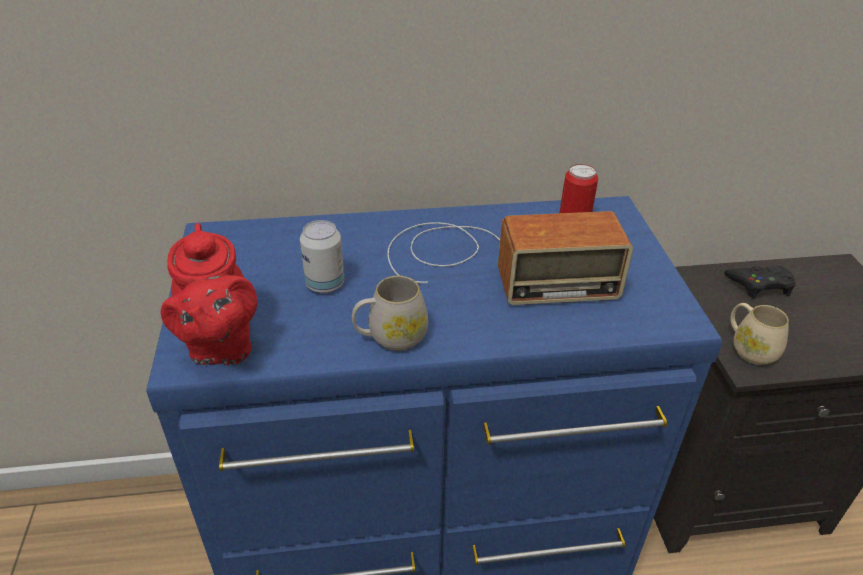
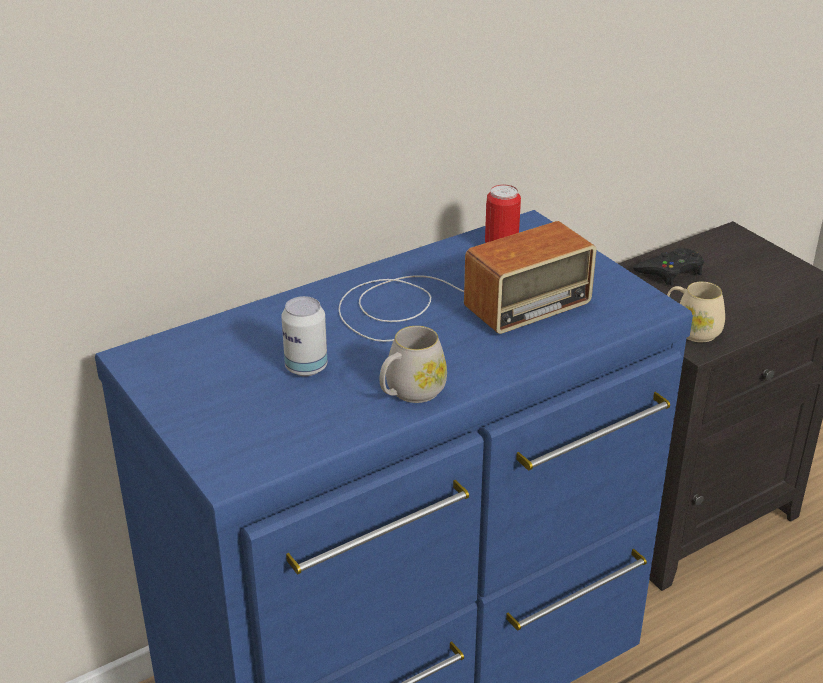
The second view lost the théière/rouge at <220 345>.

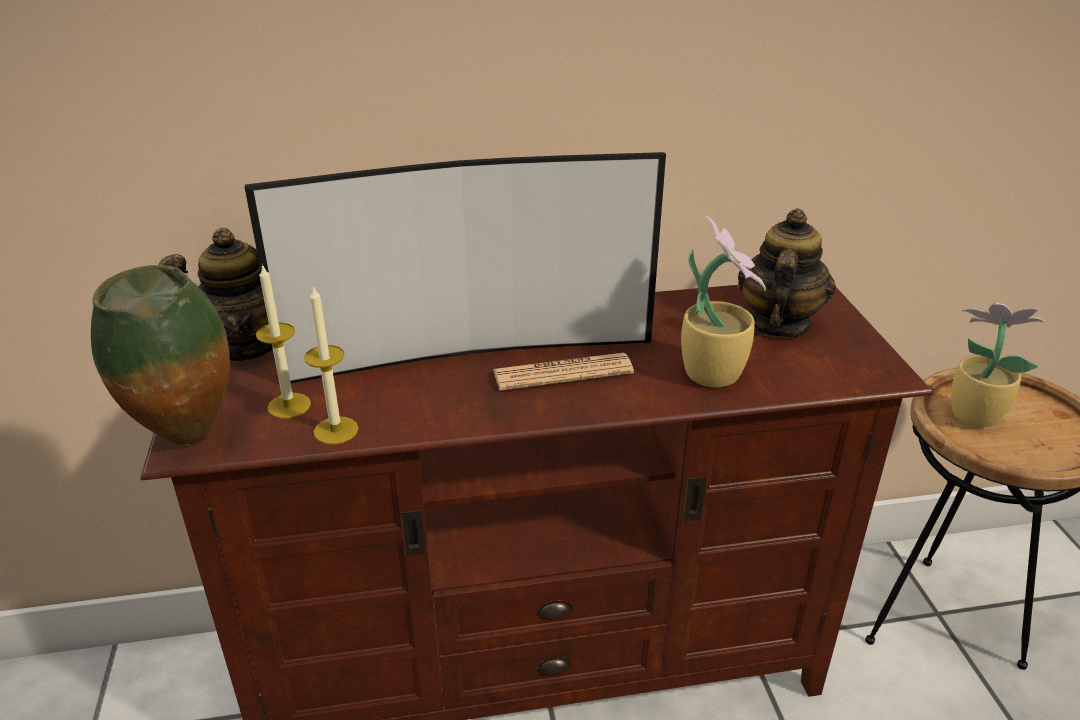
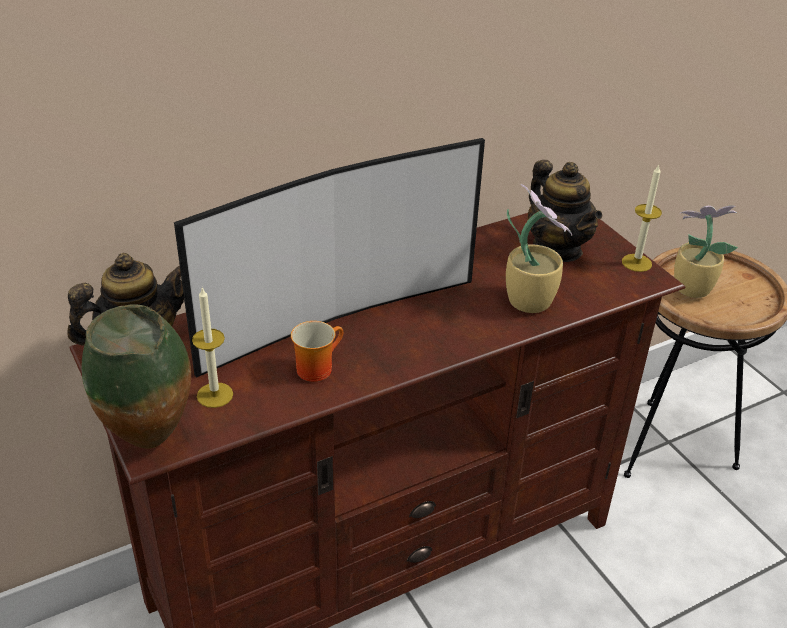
The théière at <777 324> ended up facing another way, 150 degrees clockwise from before. The bougie ended up elsewhere, having gone from <336 430> to <636 263>. The second view lost the journal at <563 373>. The second view gained the mug at <315 367>.

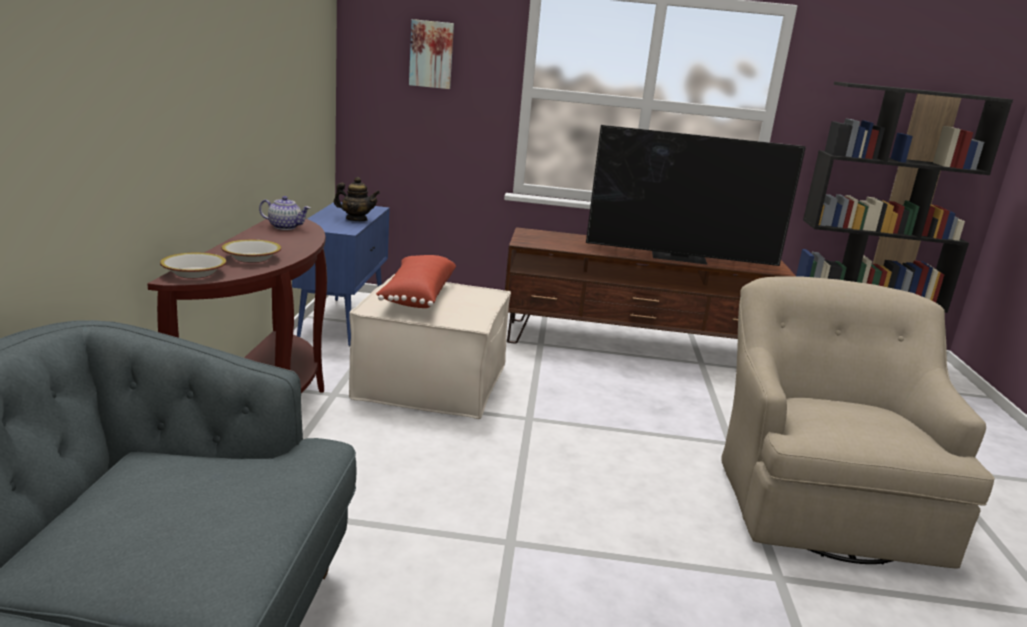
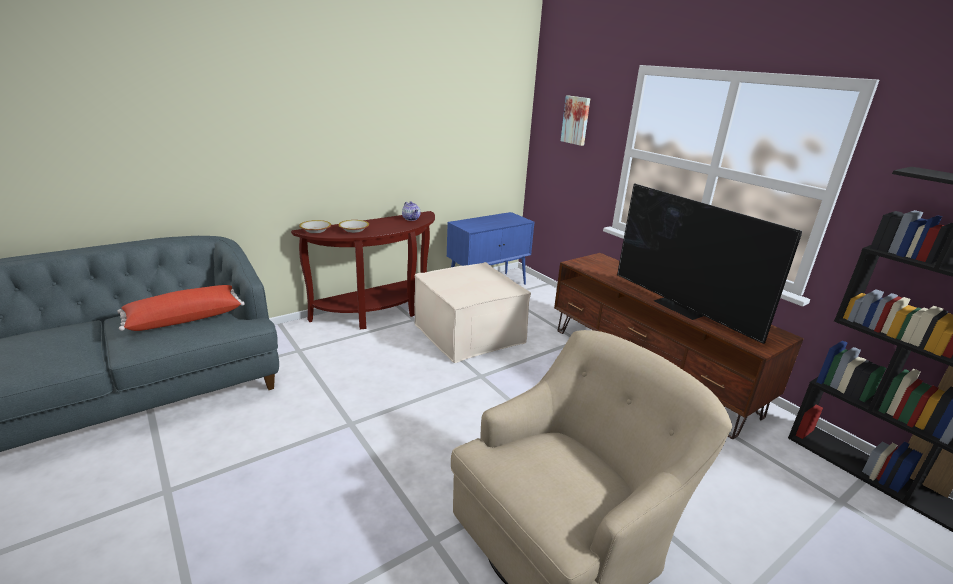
The second view lost the théière at <356 219>. The coussin/rouge ended up elsewhere, having gone from <416 295> to <185 318>.

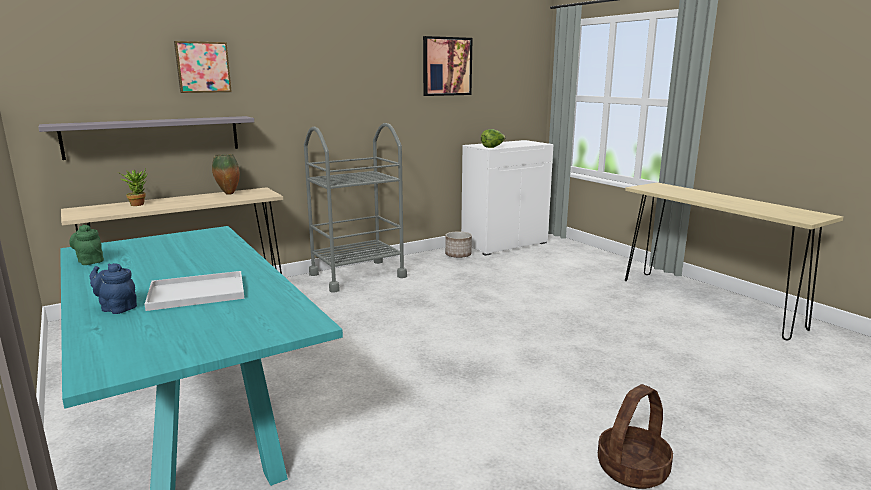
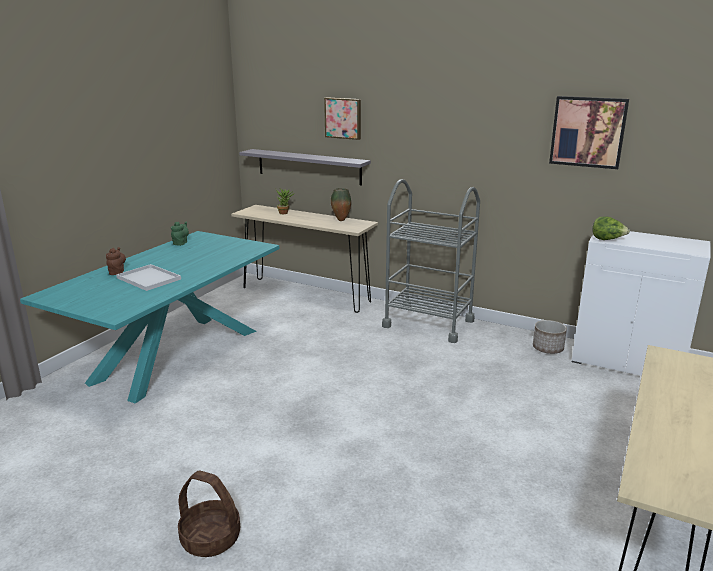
What was the théière/bleu at <117 308> turned into the théière/marron at <117 272>.

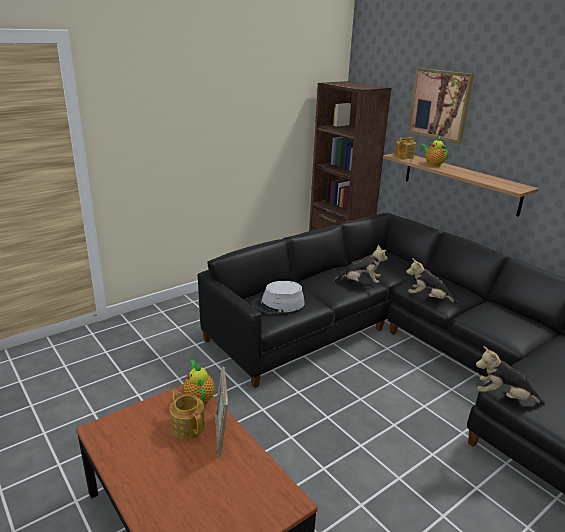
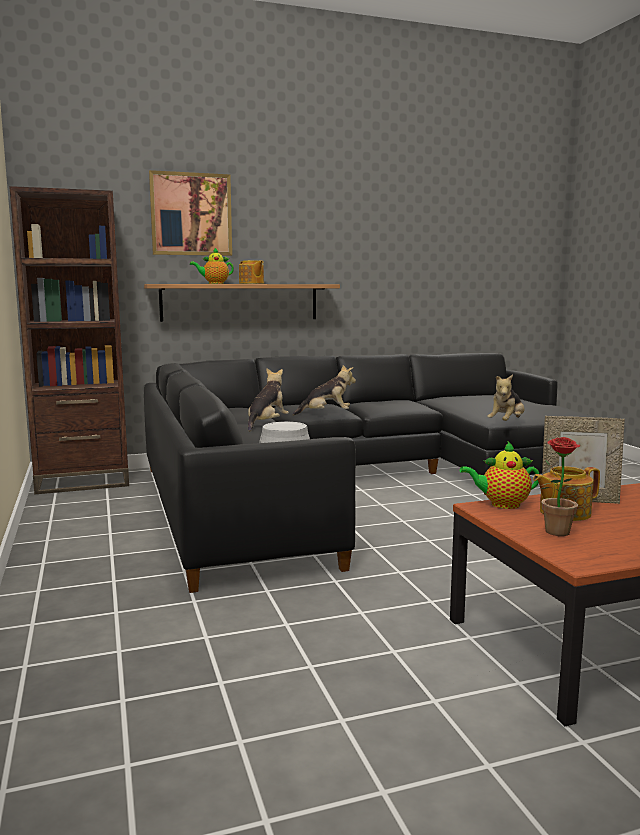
The théière ended up elsewhere, having gone from <403 156> to <251 283>. The peluche at <428 298> ended up facing another way, 135 degrees counterclockwise from before. The second view gained the plante en pot at <558 534>.

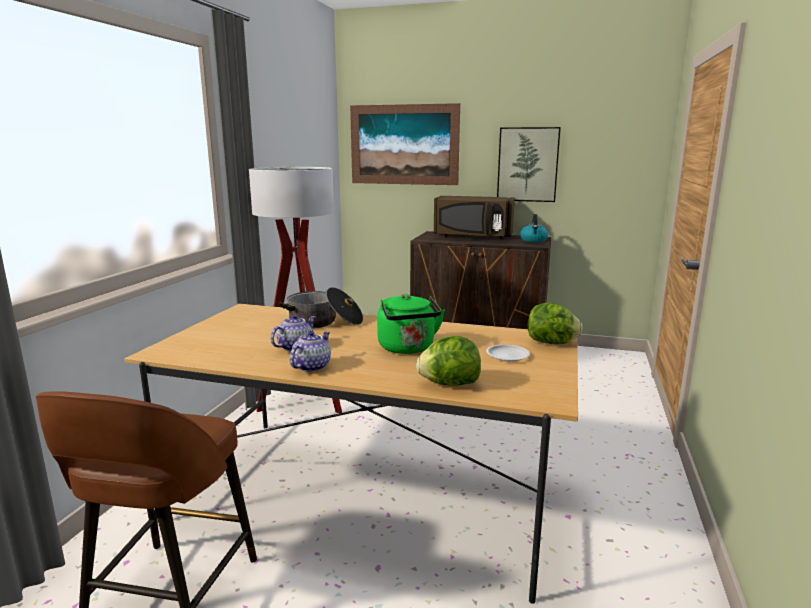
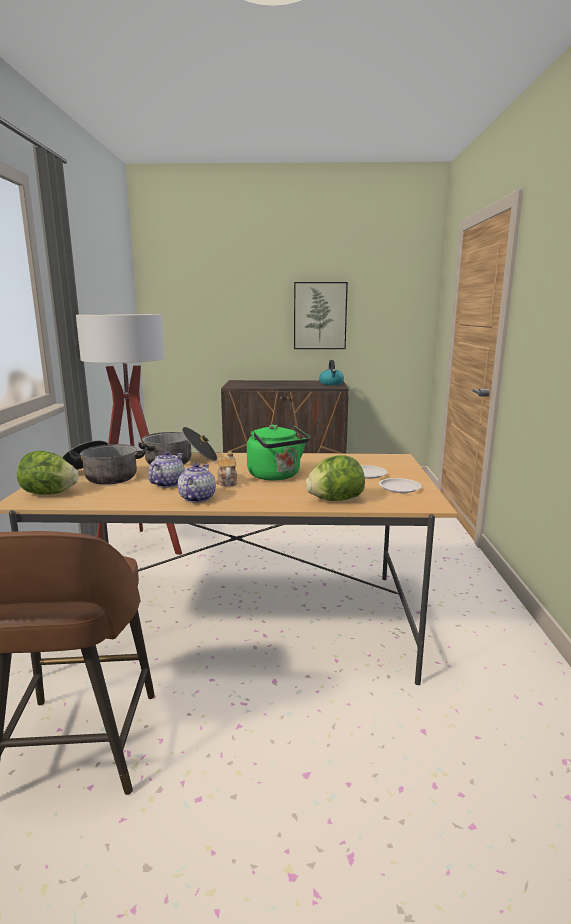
The second view lost the tableau at <404 145>. The second view lost the micro-ondes/marron at <473 236>. The laitue ended up elsewhere, having gone from <552 343> to <49 493>. The second view gained the marmite at <102 476>. The second view gained the théière at <227 482>. The second view gained the assiette/blanc at <400 488>.

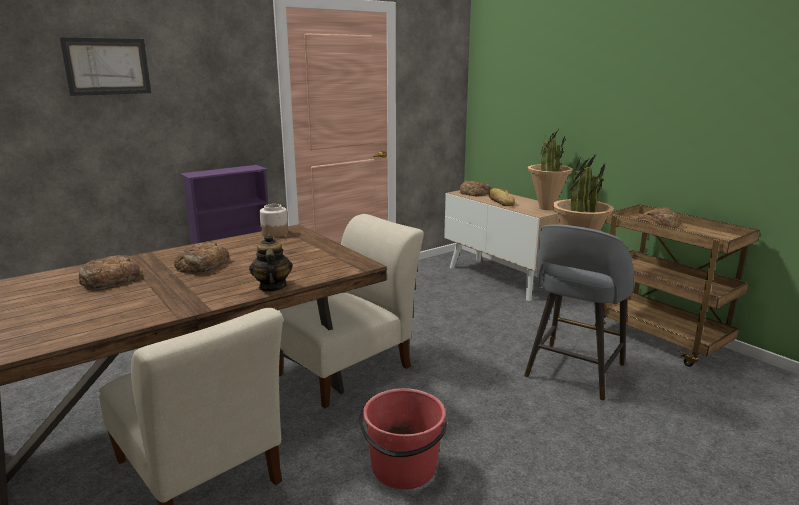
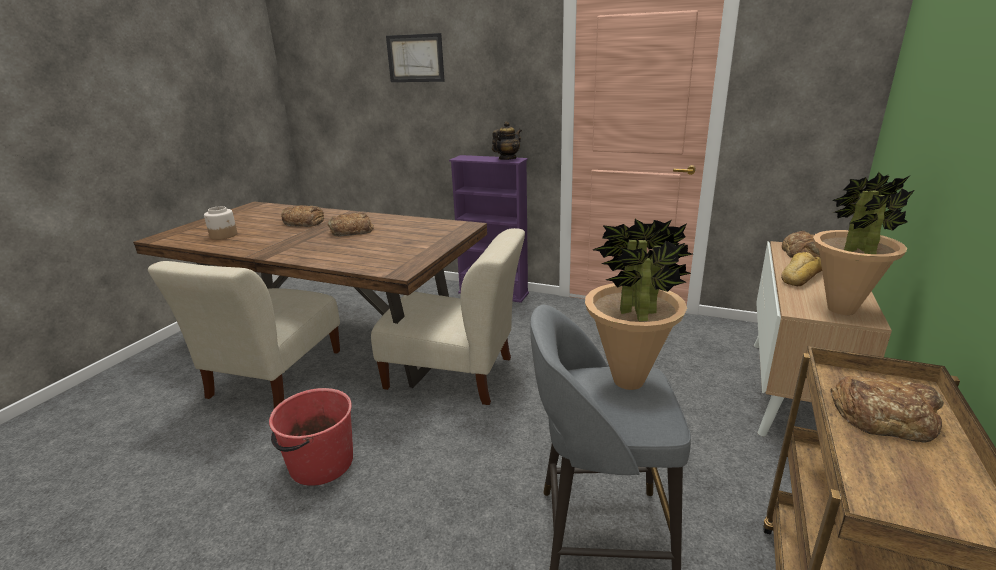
The bocal ended up elsewhere, having gone from <275 233> to <224 235>. The théière ended up elsewhere, having gone from <272 287> to <507 159>.

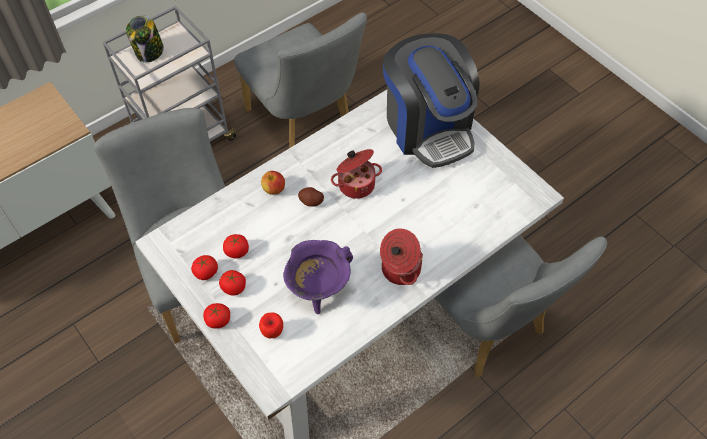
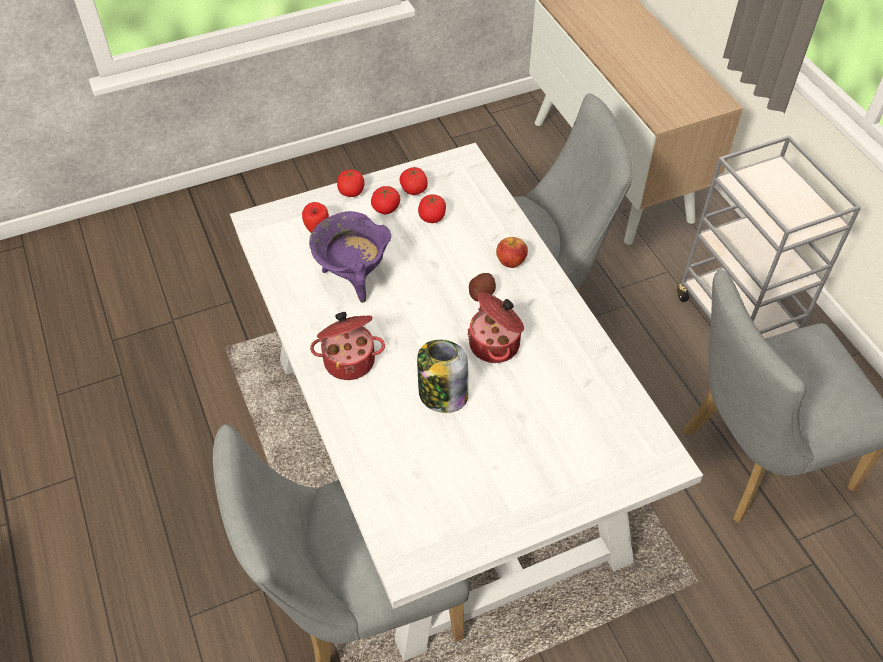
The bocal ended up elsewhere, having gone from <149 52> to <442 394>. The second view lost the machine à café at <428 127>.

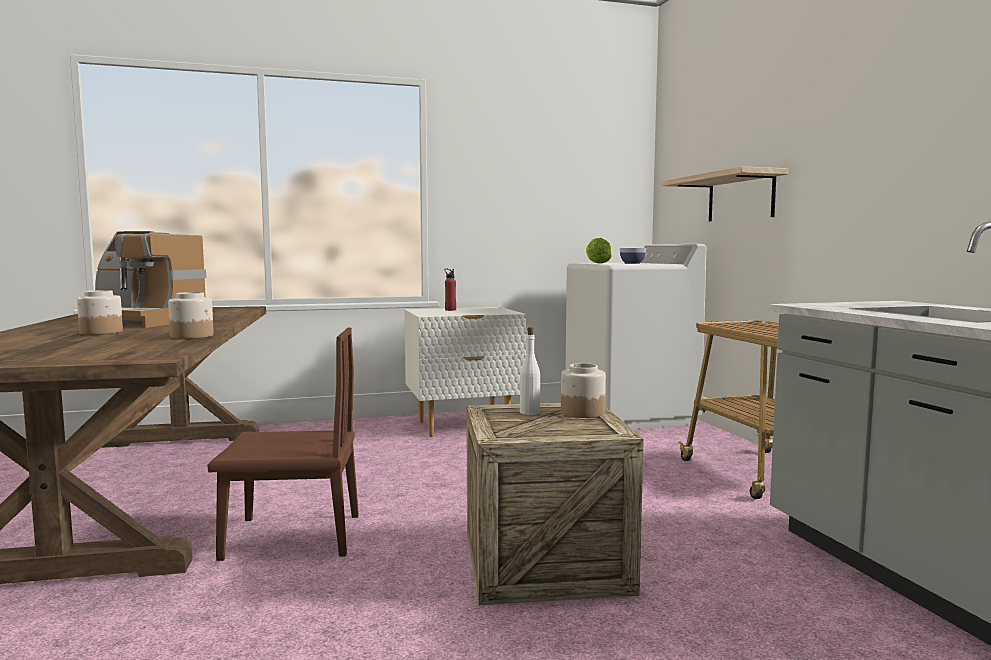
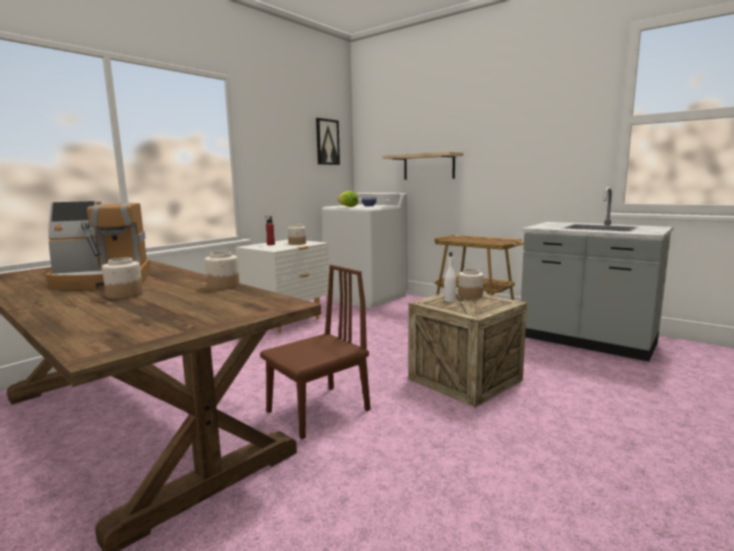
The second view gained the tableau at <327 142>. The second view gained the bocal at <297 243>.

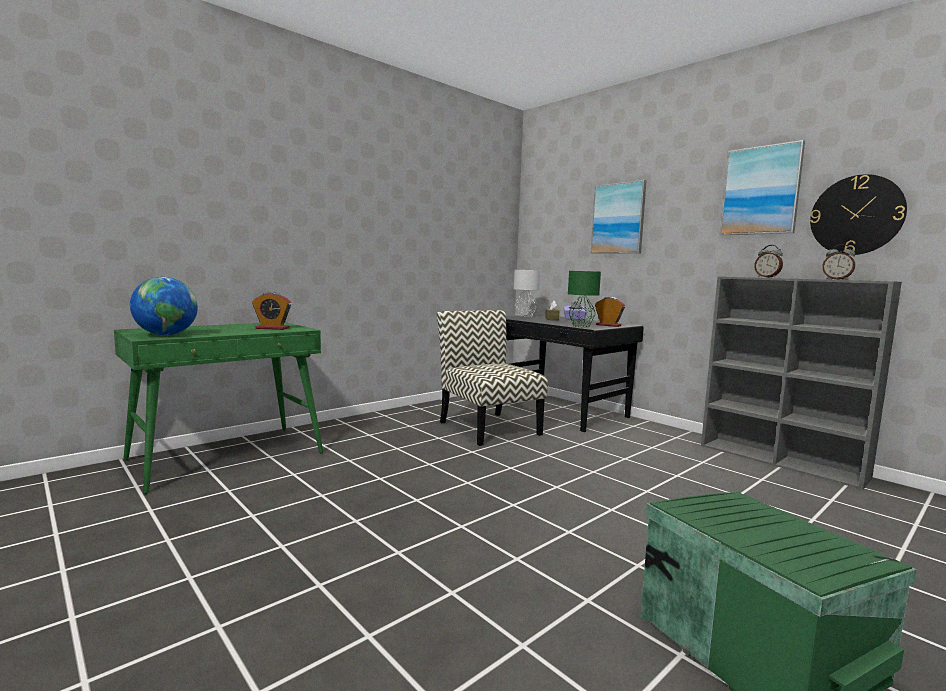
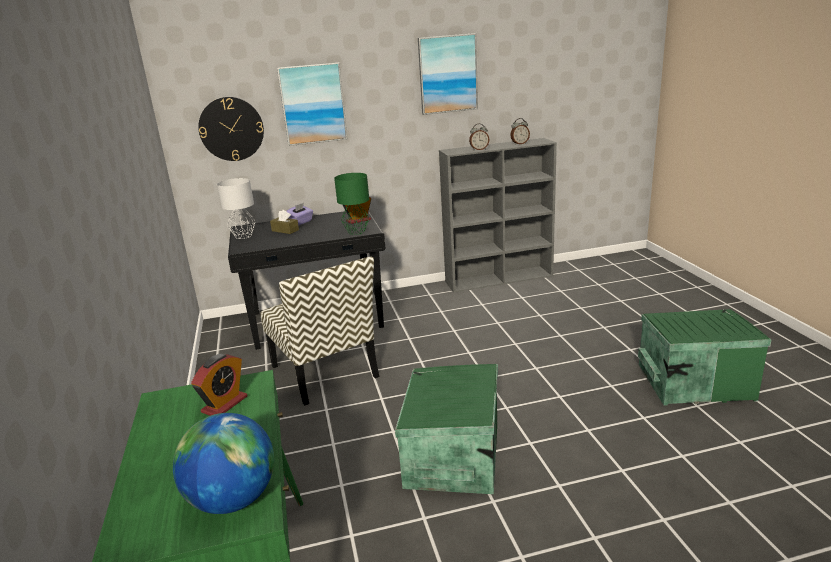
The horloge murale ended up elsewhere, having gone from <856 215> to <231 129>. The chaise at <488 428> ended up facing another way, 120 degrees counterclockwise from before. The second view gained the boîte de rangement/vert at <450 456>.

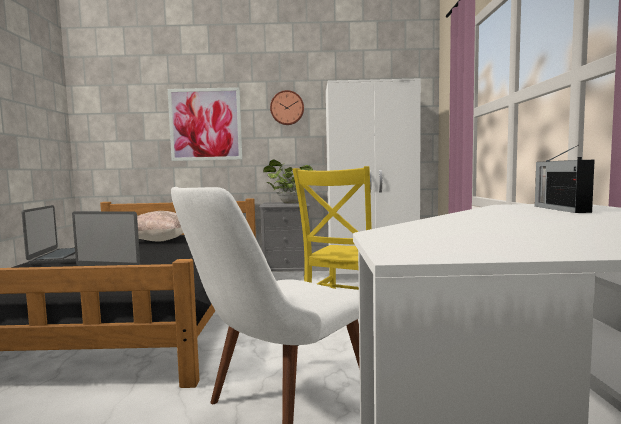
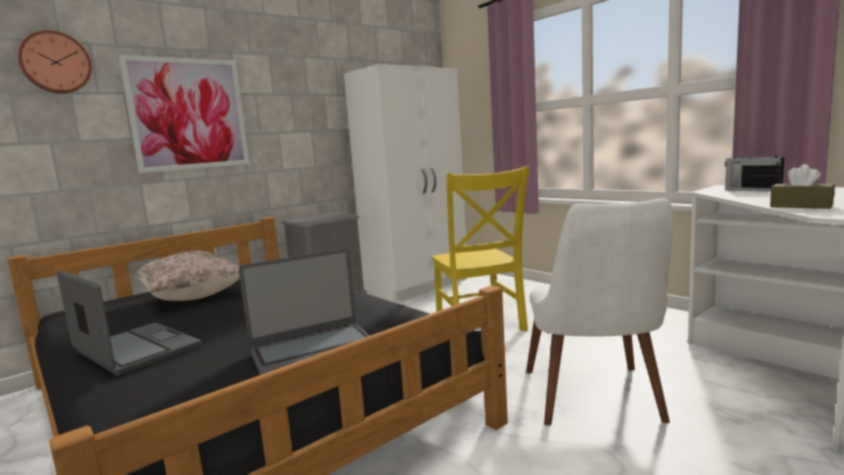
The horloge murale ended up elsewhere, having gone from <287 108> to <55 63>. The second view lost the plante en pot at <288 203>. The second view gained the boîte à mouchoirs/marron at <801 206>.

